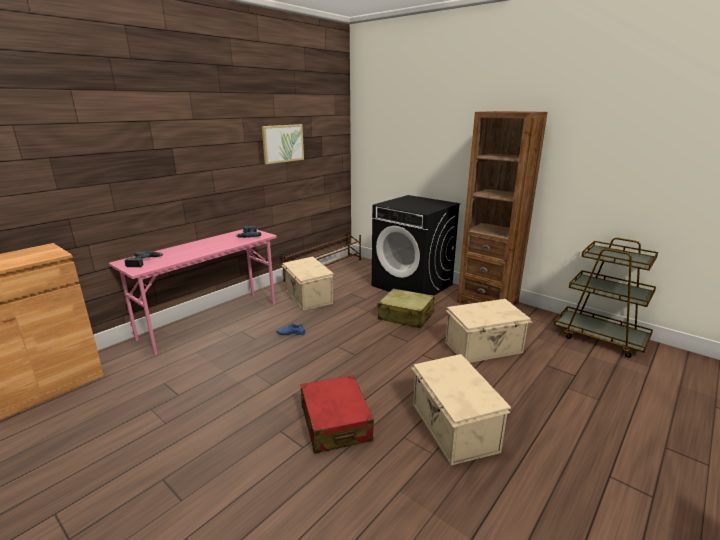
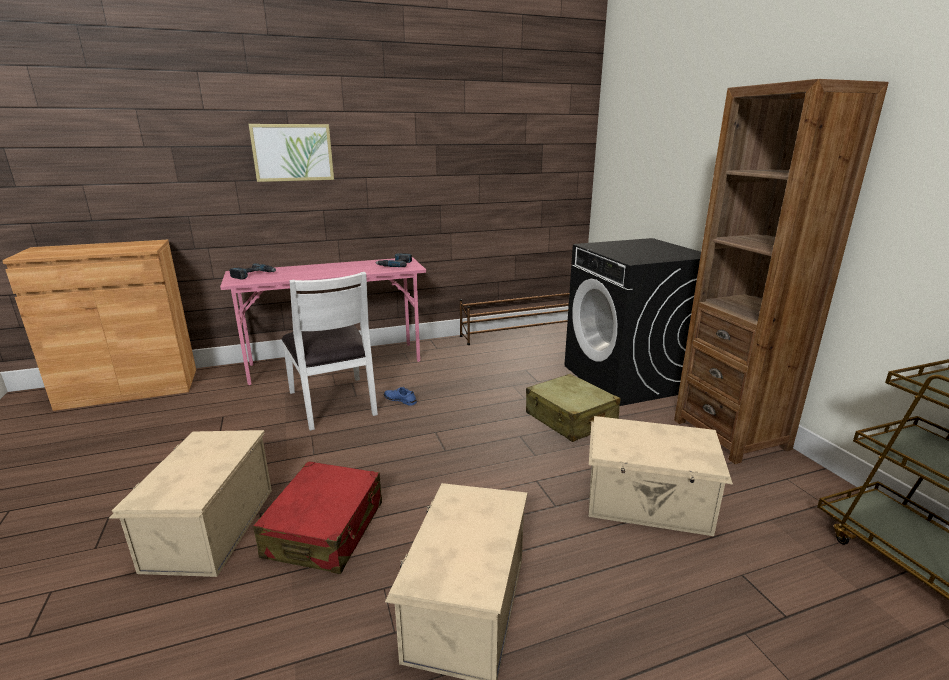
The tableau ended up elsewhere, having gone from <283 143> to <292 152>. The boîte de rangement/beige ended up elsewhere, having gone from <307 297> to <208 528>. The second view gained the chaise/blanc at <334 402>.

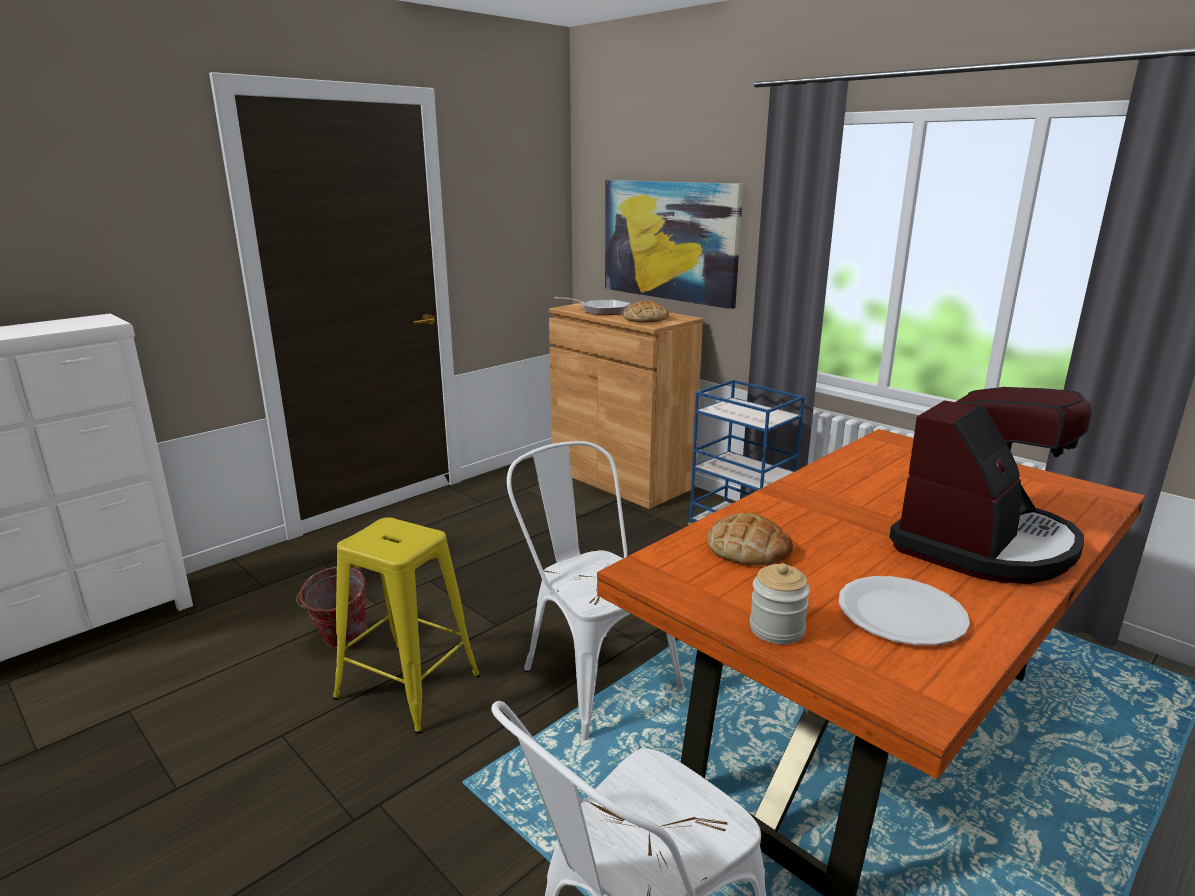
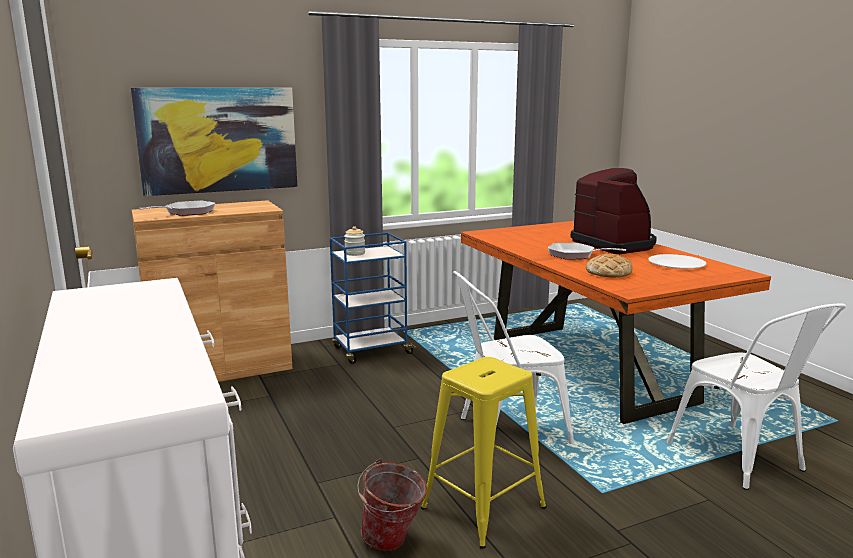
The second view lost the pain at <645 319>. The bocal ended up elsewhere, having gone from <776 629> to <355 253>. The second view gained the poêle at <575 255>.

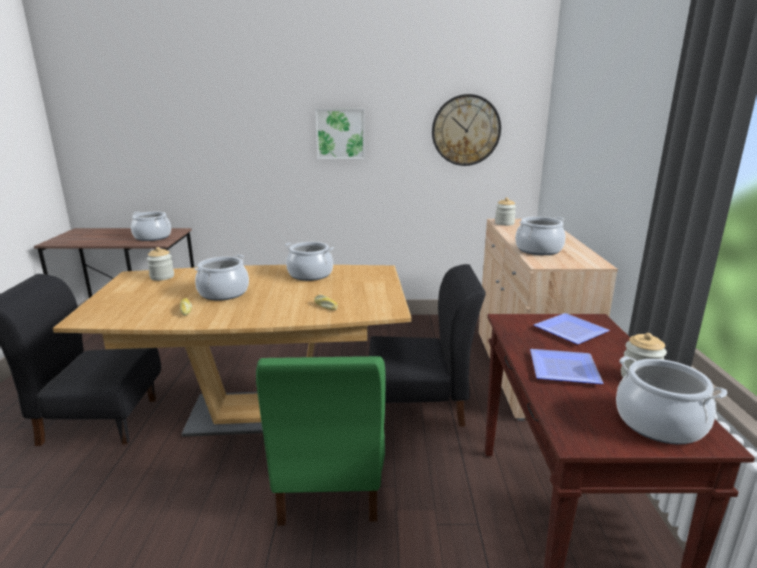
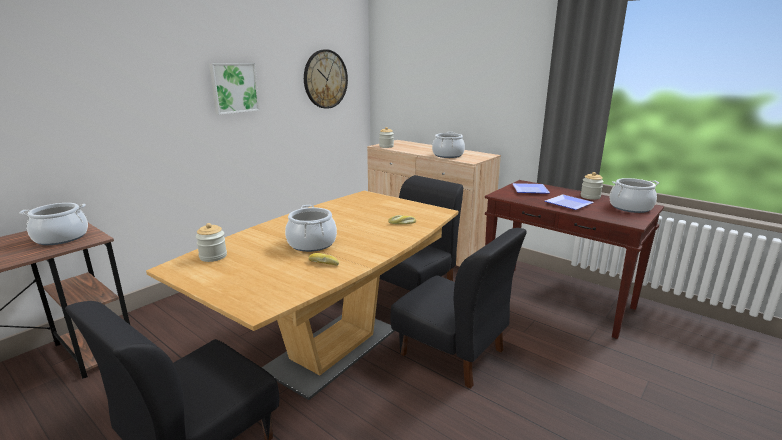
The second view lost the marmite at <310 274>. What was the chaise/vert at <329 484> turned into the chaise/noir at <452 352>.

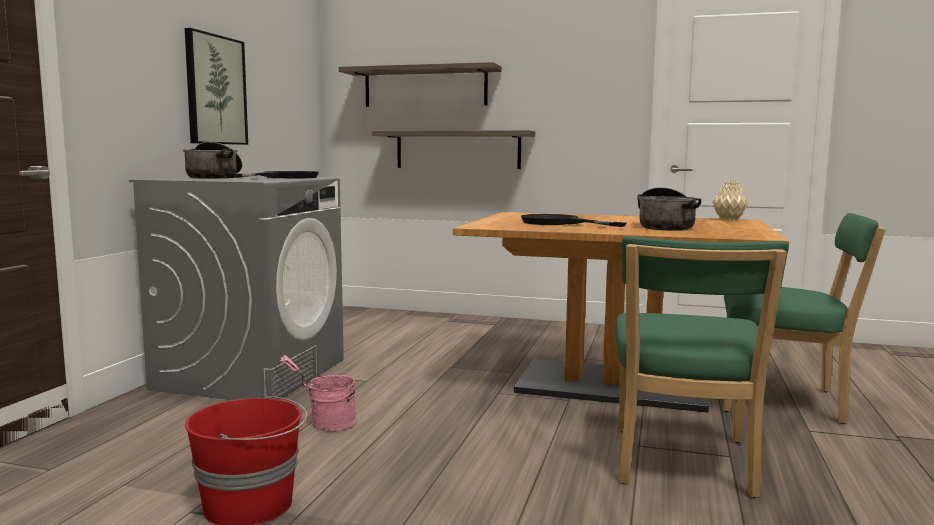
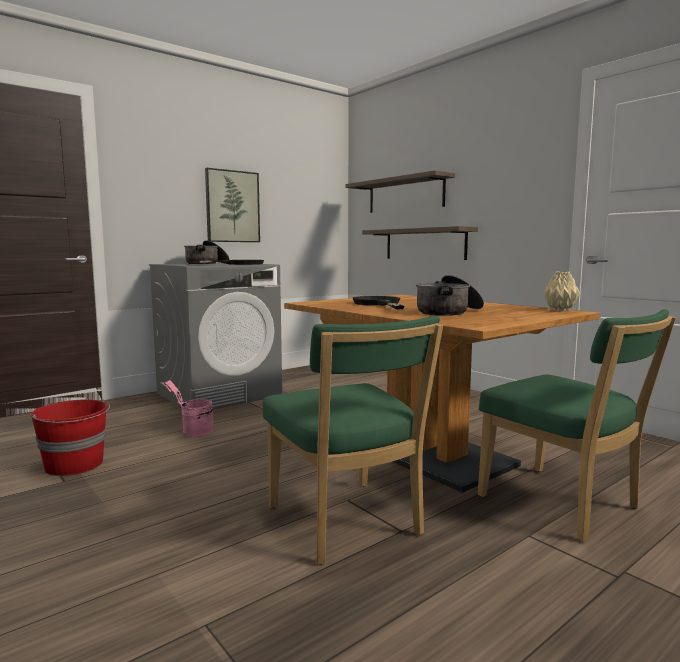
The chaise/vert at <682 465> ended up facing another way, 75 degrees counterclockwise from before.

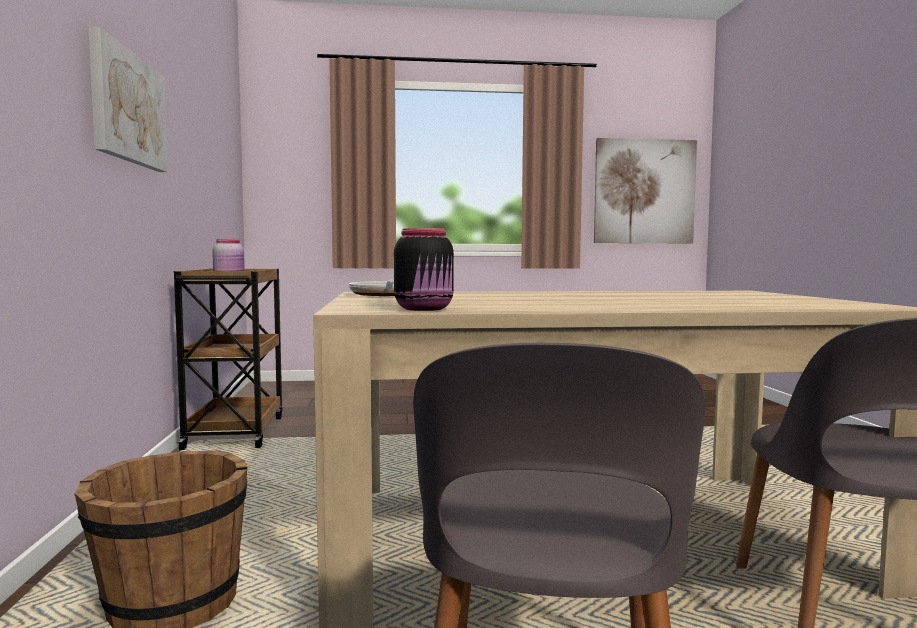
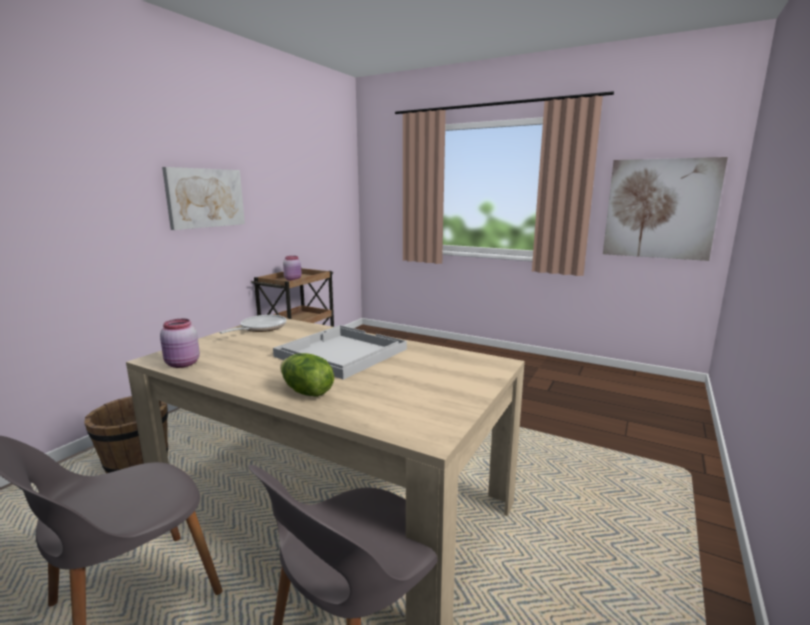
What was the bocal/noir at <425 309> turned into the bocal/rose at <183 364>. The second view gained the plateau/blanc at <340 353>. The second view gained the laitue at <306 392>.

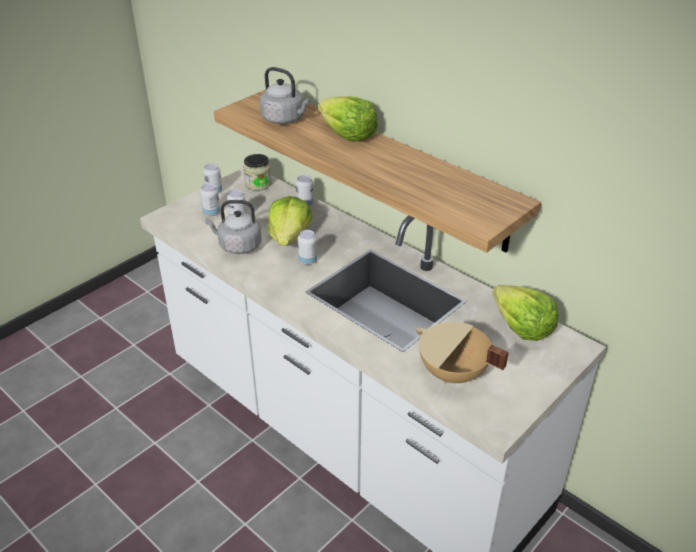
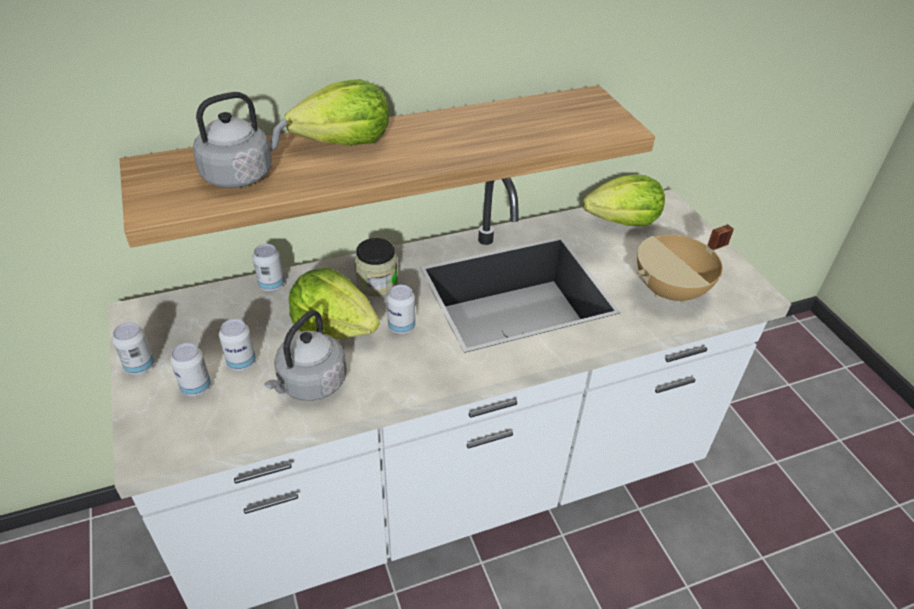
The bocal ended up elsewhere, having gone from <258 184> to <377 283>.

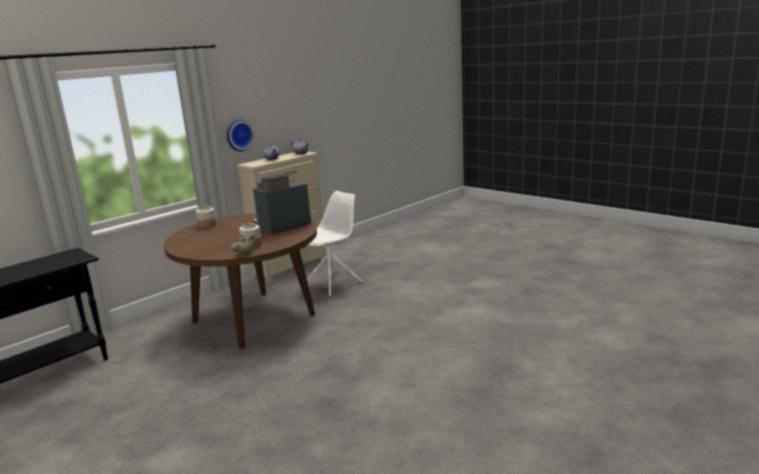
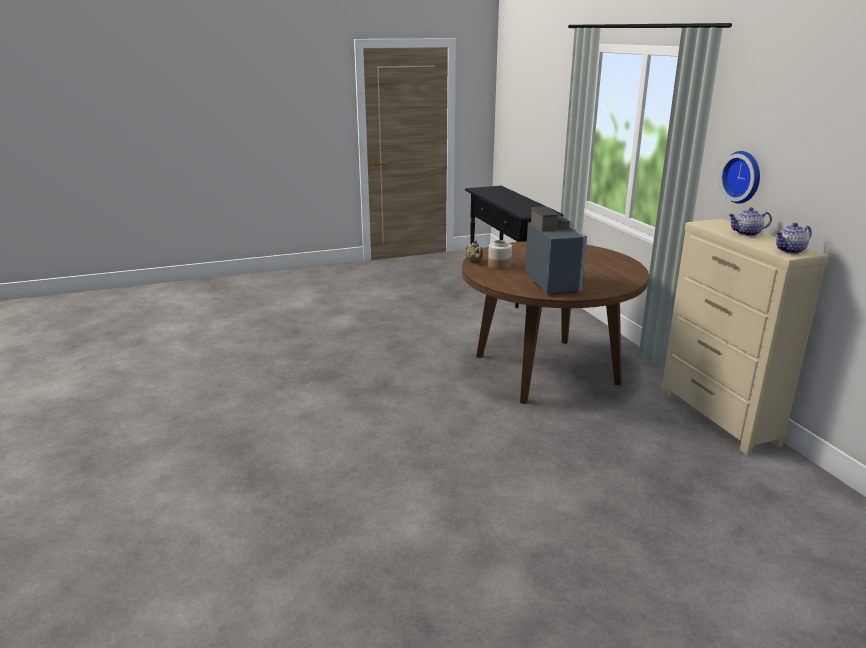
The second view lost the chaise/blanc at <333 283>. The second view lost the bocal at <207 225>.

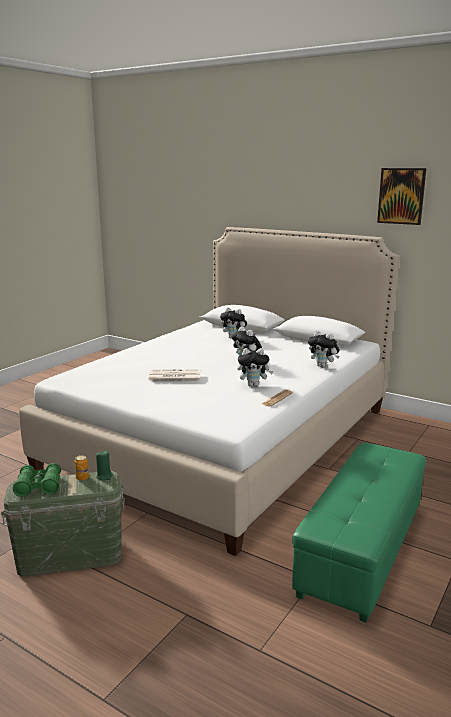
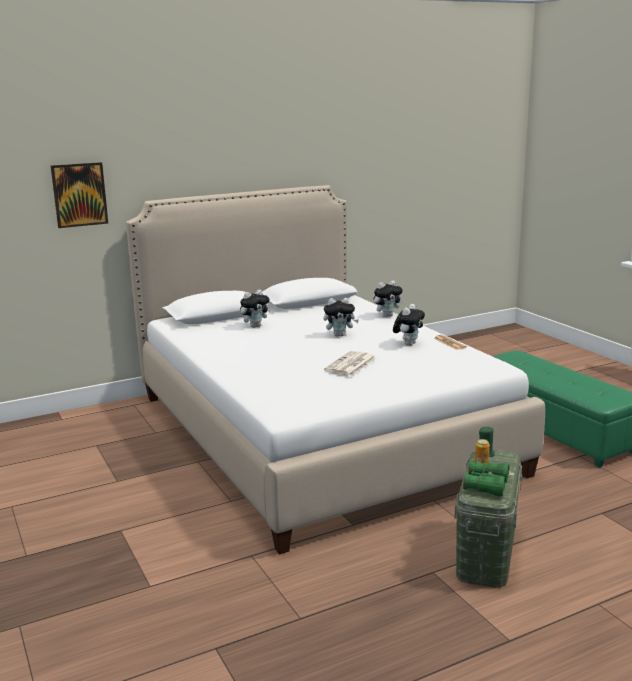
The tableau ended up elsewhere, having gone from <401 196> to <79 194>.

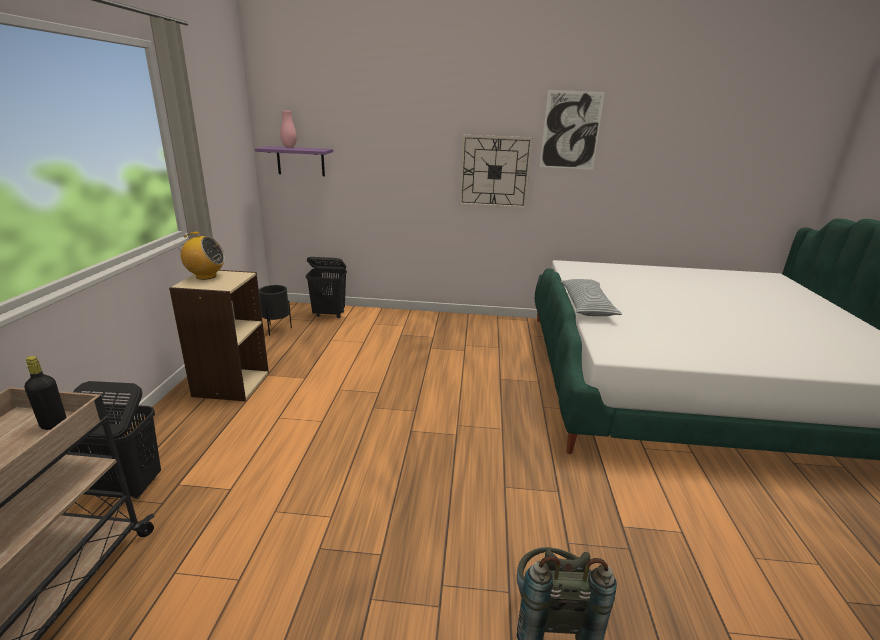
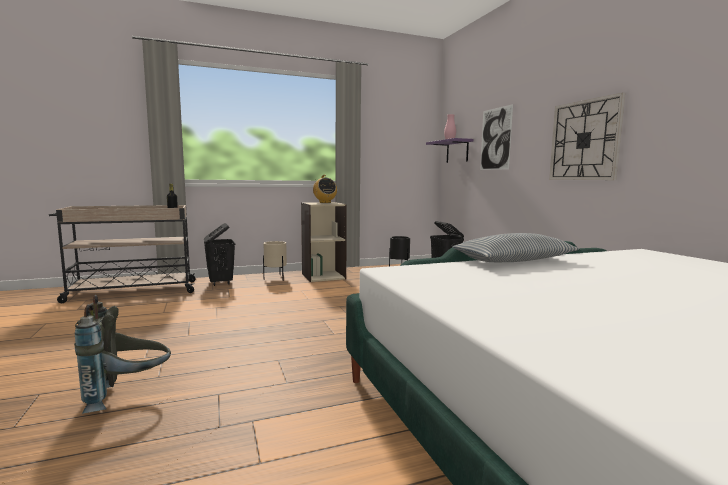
The tableau ended up elsewhere, having gone from <571 130> to <495 139>. The second view gained the cache-pot/beige at <275 278>.

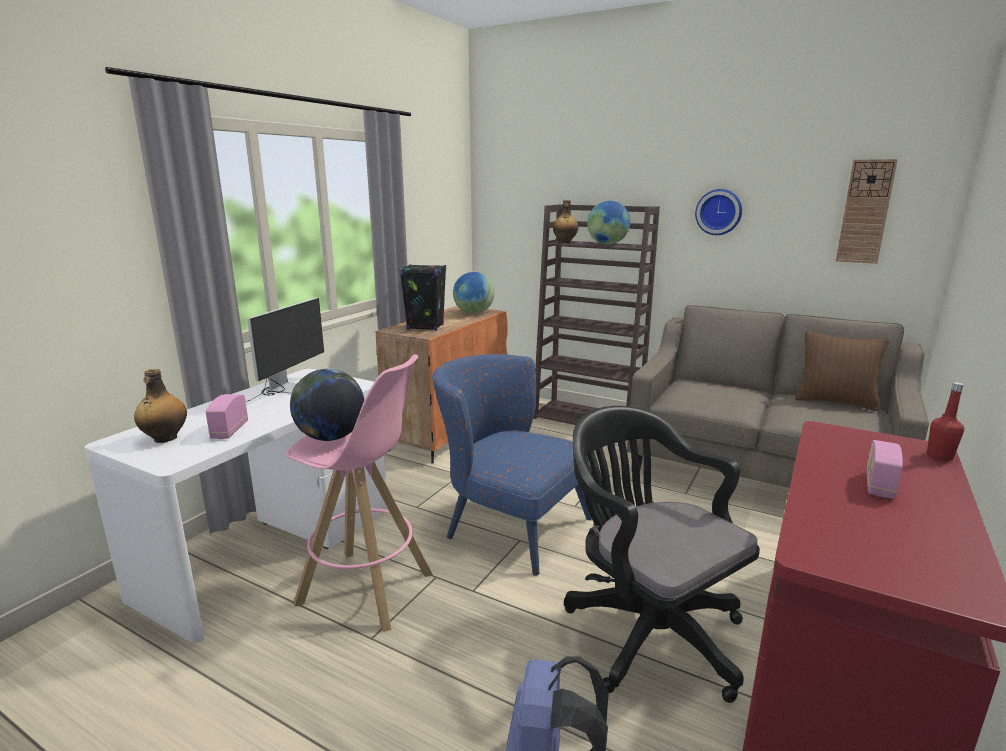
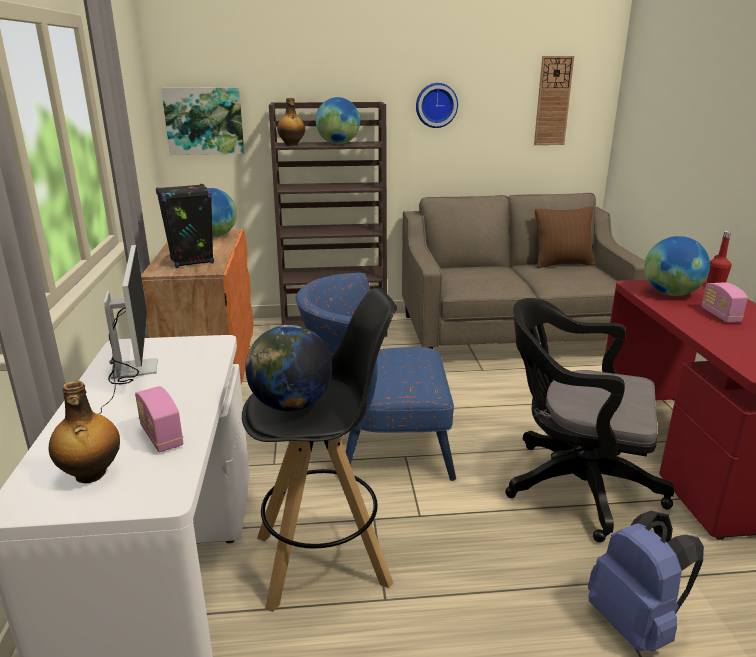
What was the tabouret/rose at <367 589> turned into the tabouret/noir at <324 559>. The second view gained the tableau at <204 121>. The second view gained the globe at <670 294>.

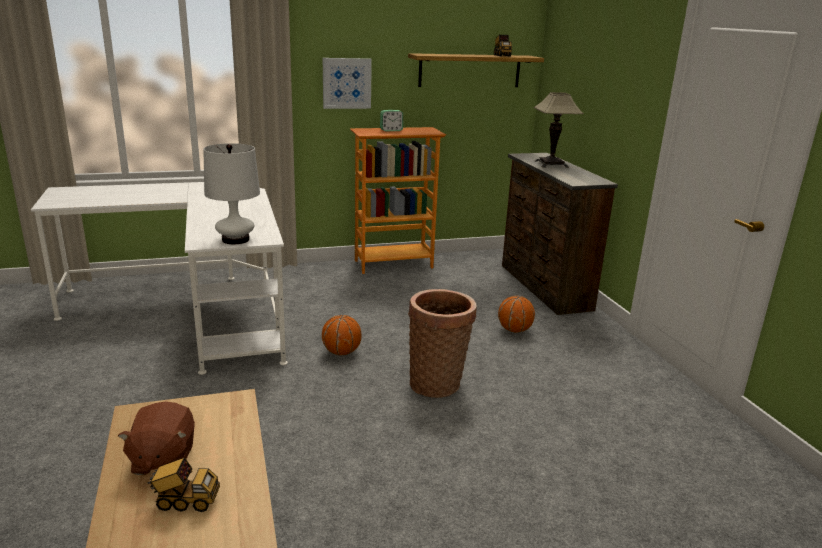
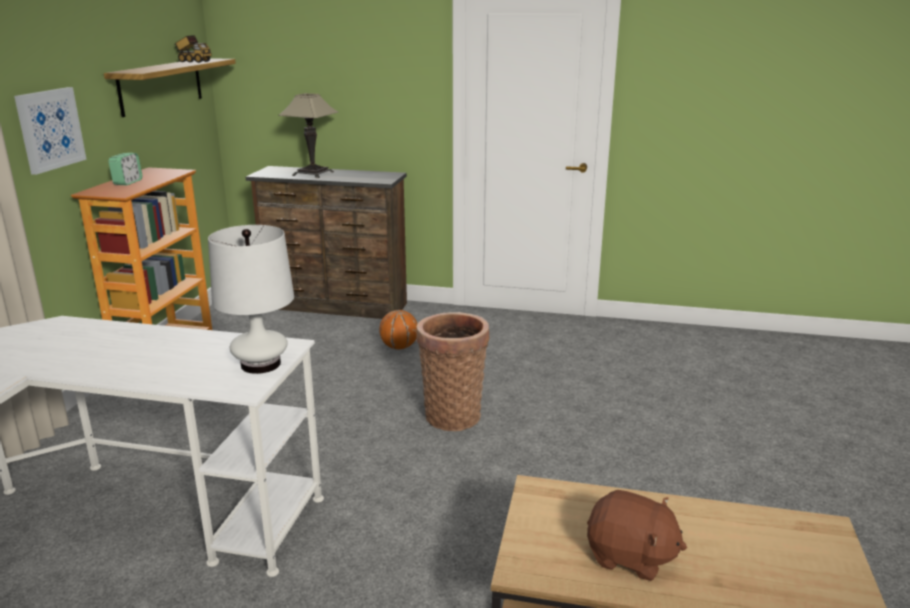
The second view lost the ballon de basket at <341 352>. The second view lost the camion jouet at <185 501>.

